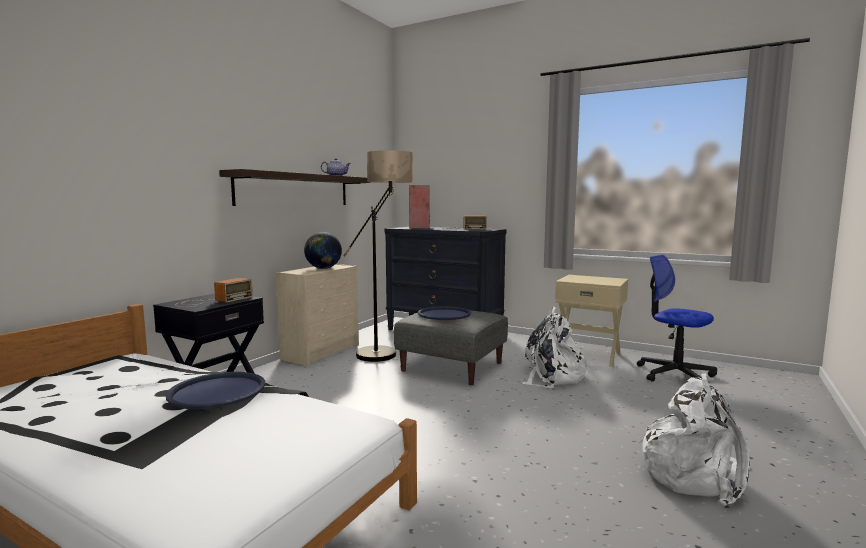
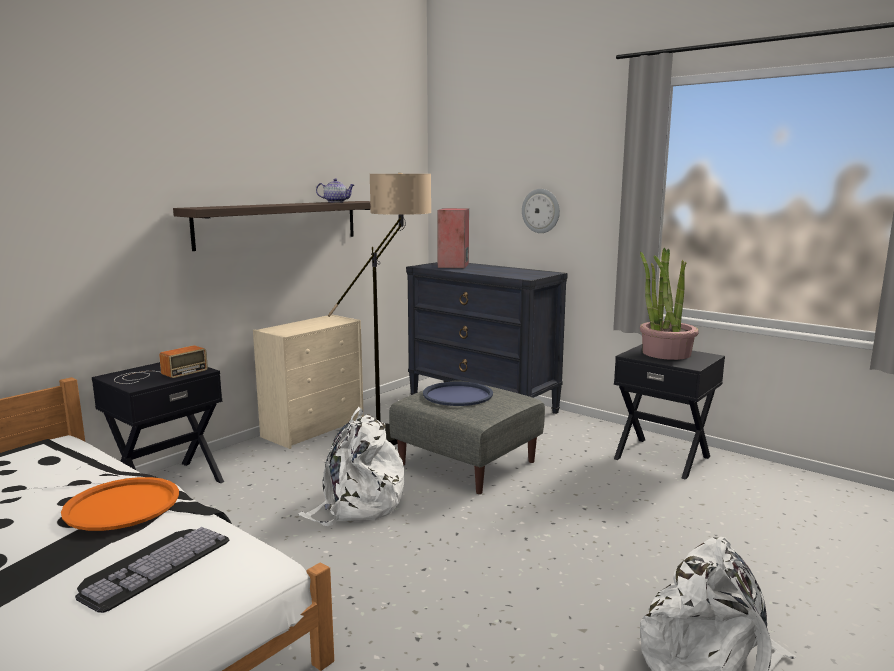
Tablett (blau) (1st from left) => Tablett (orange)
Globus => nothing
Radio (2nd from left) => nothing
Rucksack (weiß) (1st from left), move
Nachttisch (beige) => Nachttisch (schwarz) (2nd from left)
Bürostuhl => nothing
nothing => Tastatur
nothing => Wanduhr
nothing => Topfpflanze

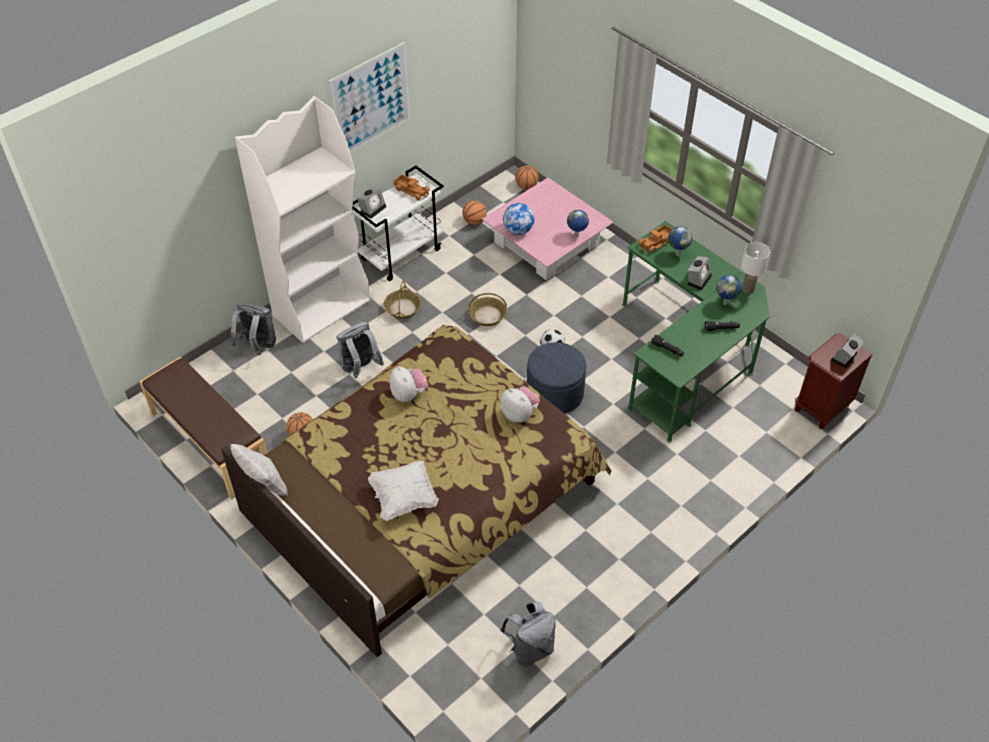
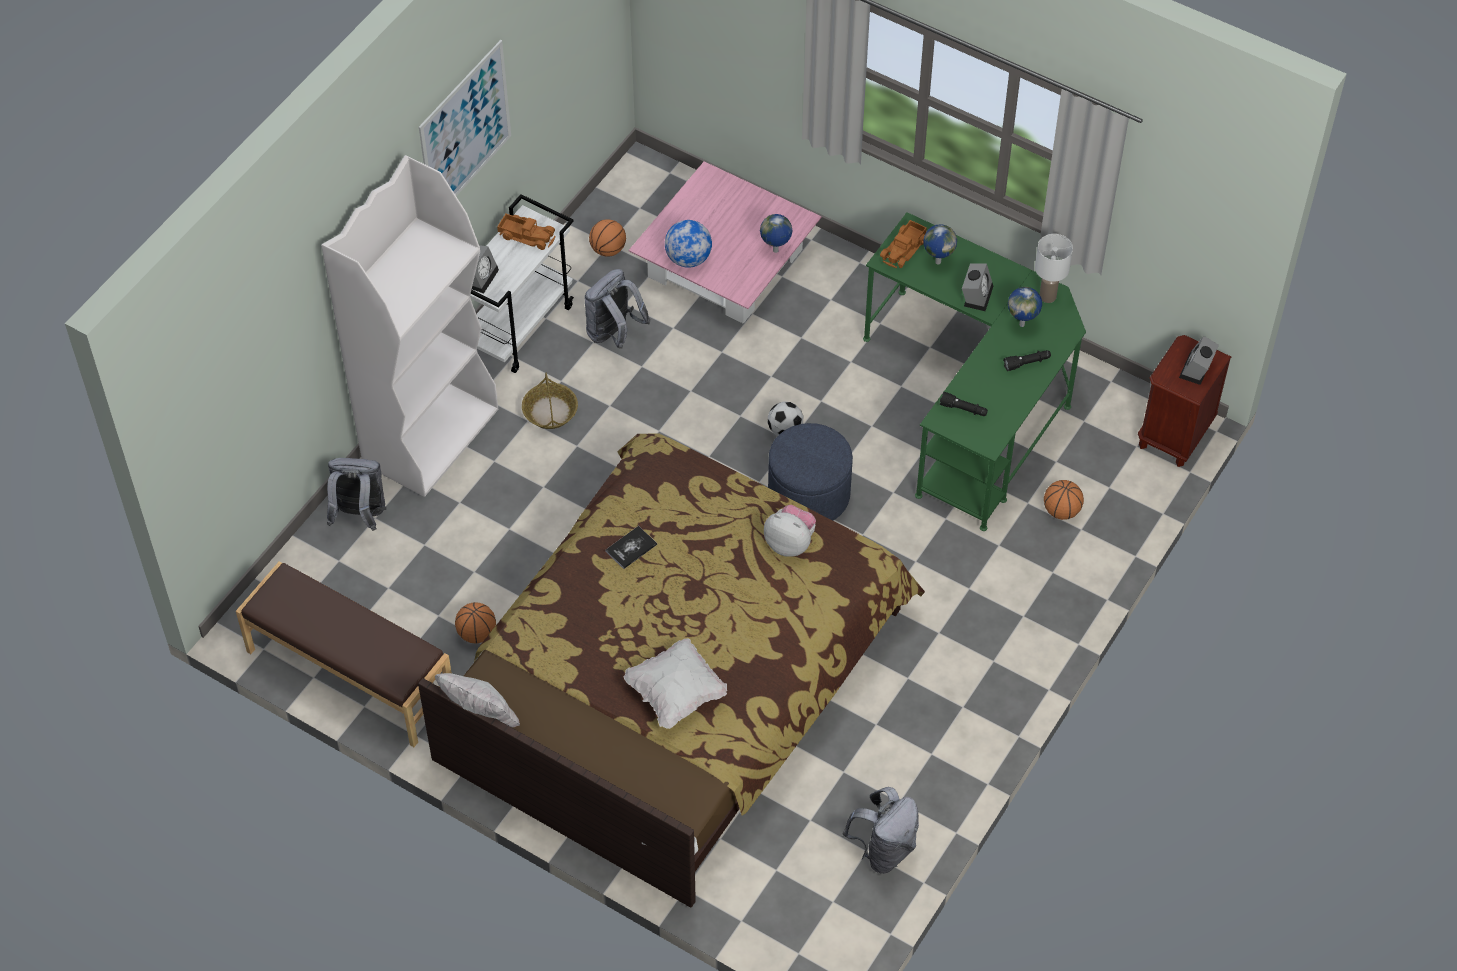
Rucksack (grau) (2nd from left), move
Plüschtier (1st from left) => Buch
Korb (2nd from left) => nothing
Basketball (3rd from left), move

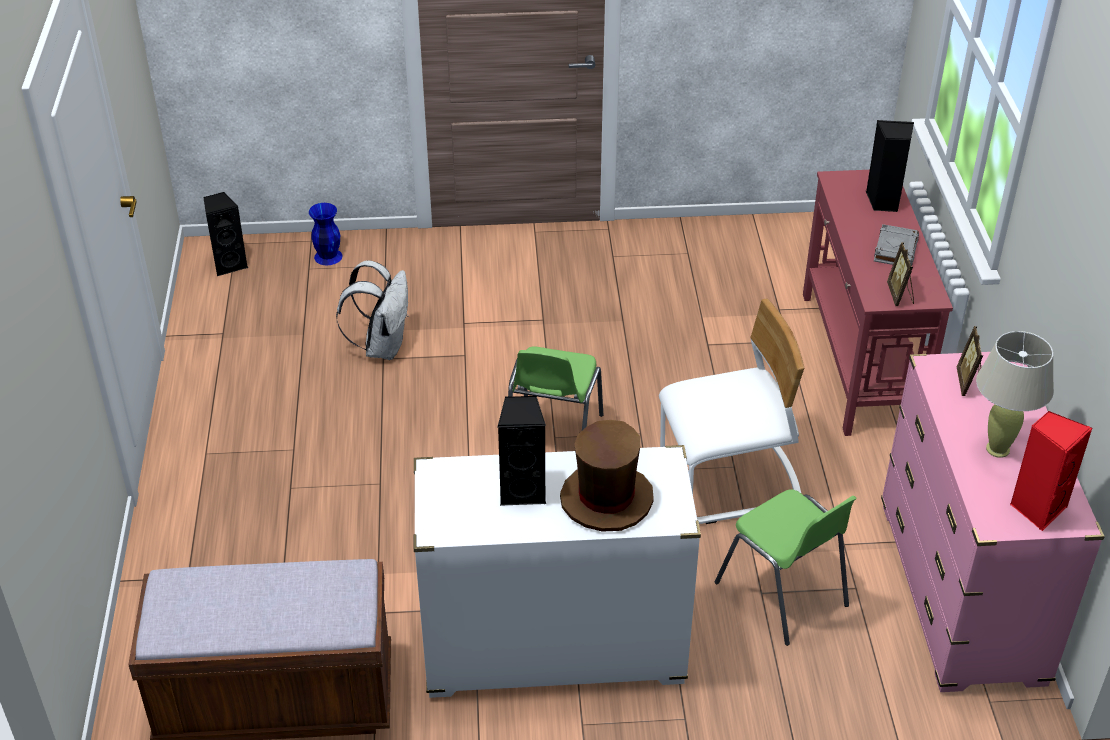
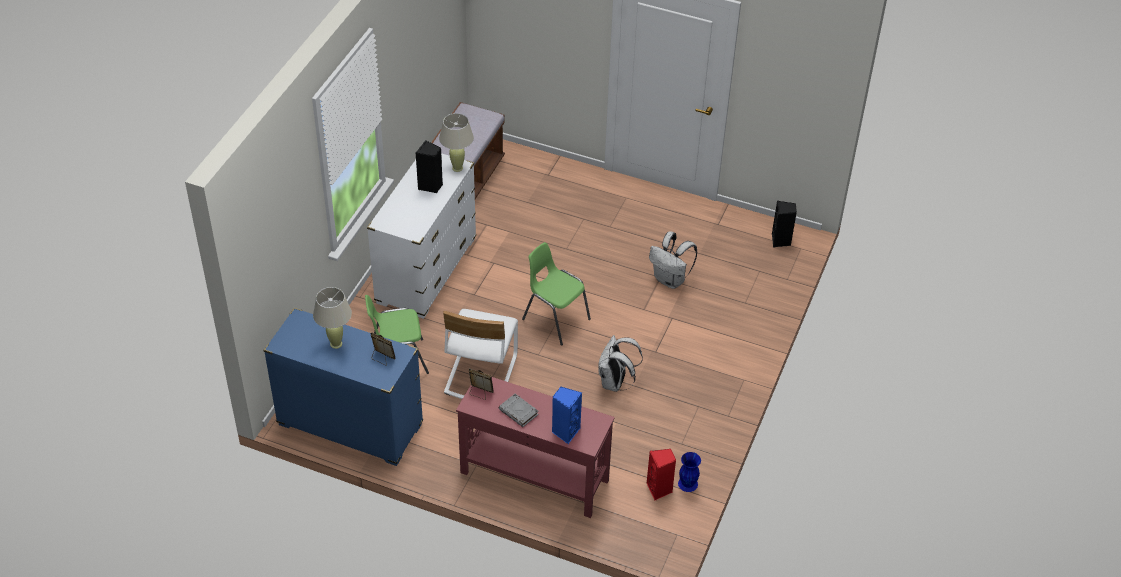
Vase (blau), move
Hut (braun) => nothing
Lautsprecher (schwarz) (3rd from left) => Lautsprecher (blau)
Kommode (rosa) => Kommode (blau)
Lautsprecher (rot), move
nothing => Tischlampe (beige) (2nd from left)
nothing => Rucksack (weiß) (1st from left)

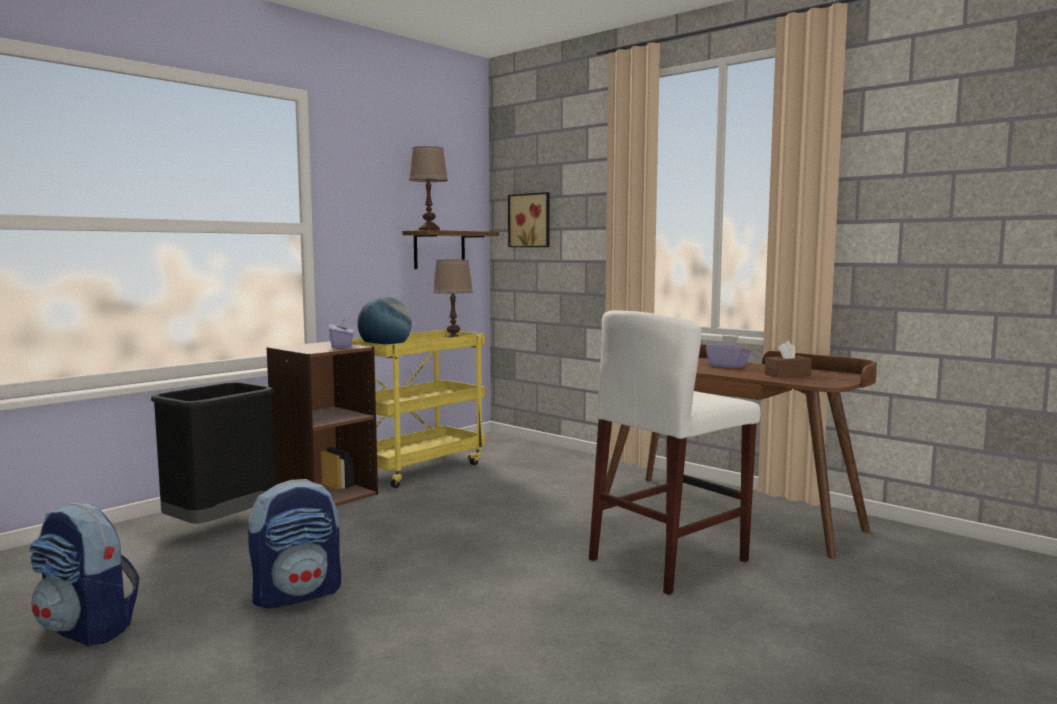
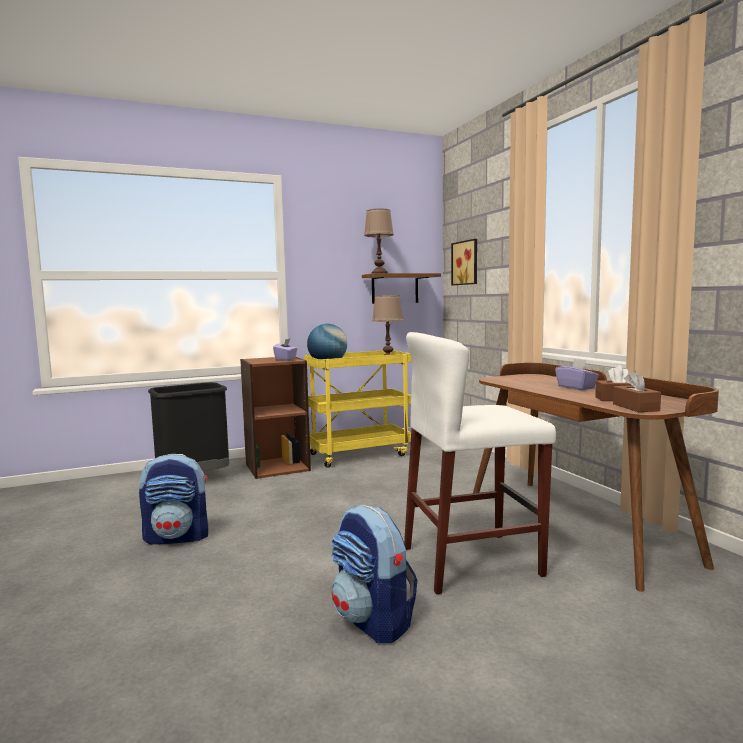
Rucksack (1st from left in the first image) => Rucksack (2nd from left), move
nothing => Taschentuchbox (braun) (2nd from left)

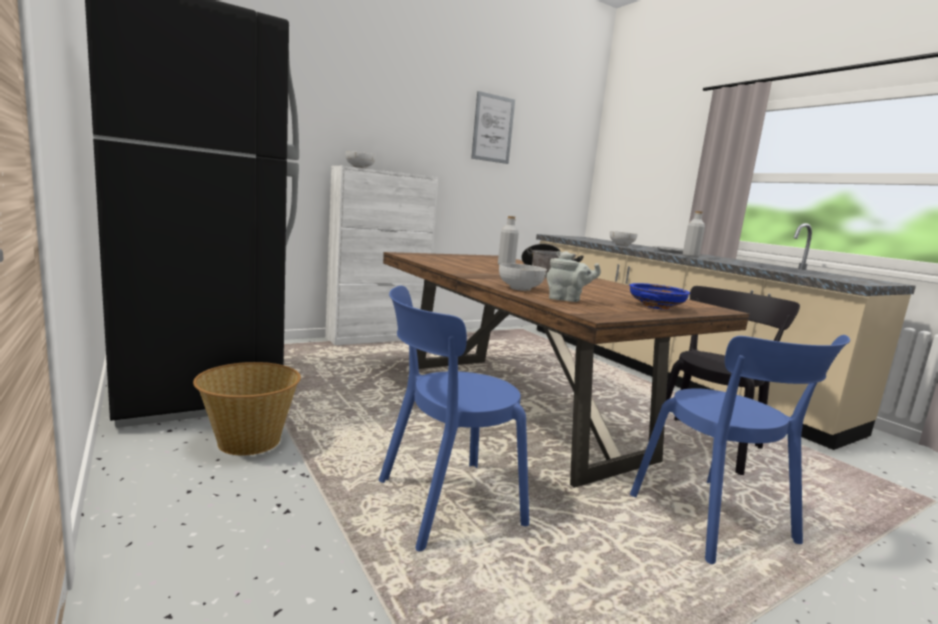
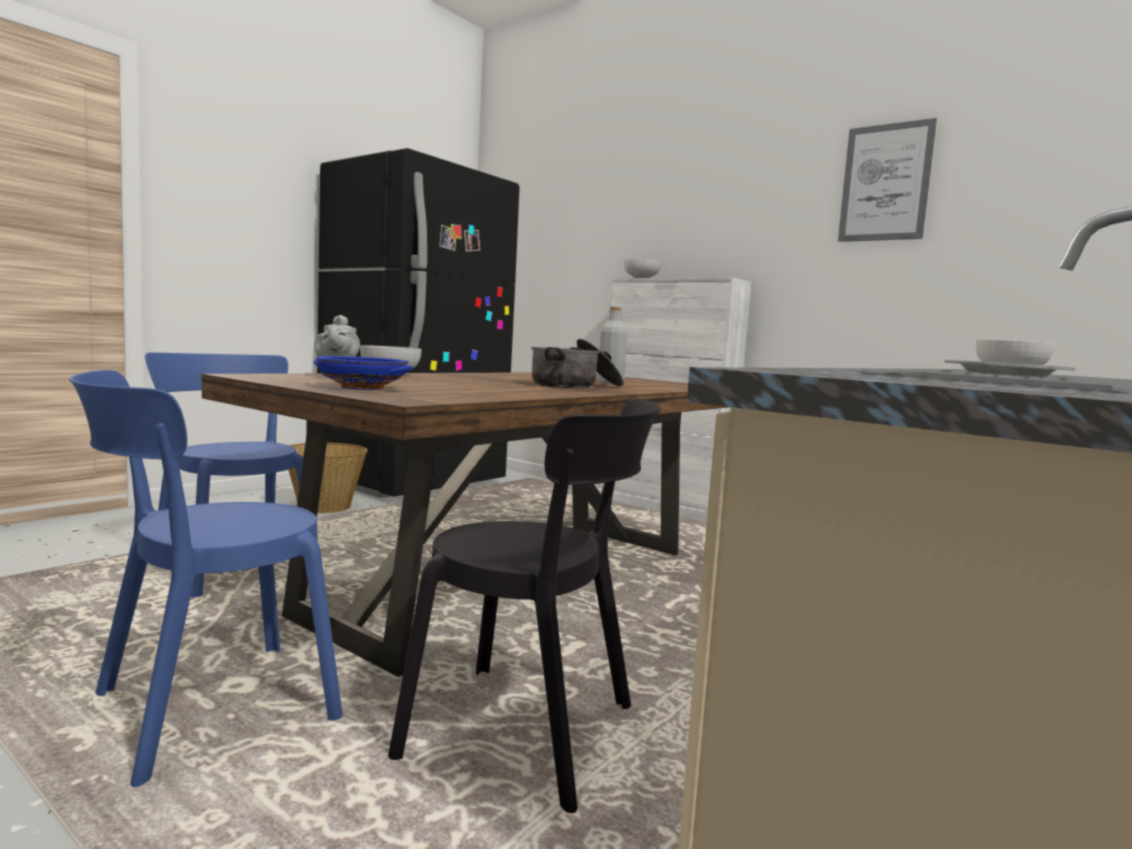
Flasche (grau) (2nd from left) => nothing

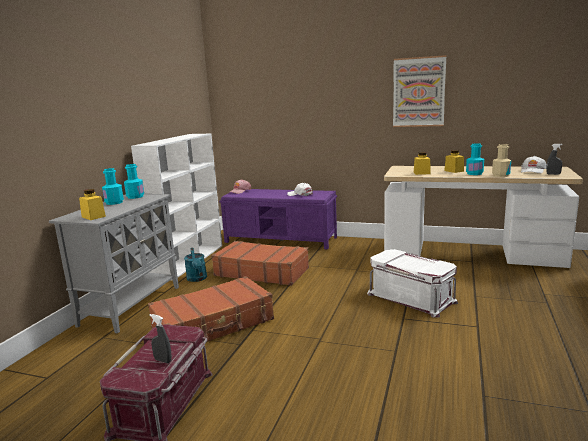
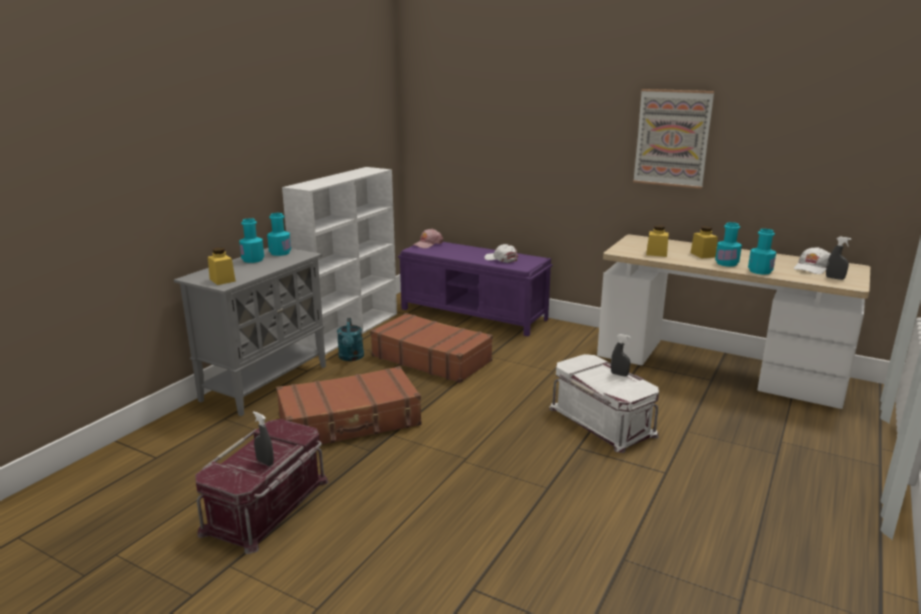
Flasche (beige) => Flasche (türkis) (4th from left)
nothing => Sprühflasche (grau) (2nd from left)

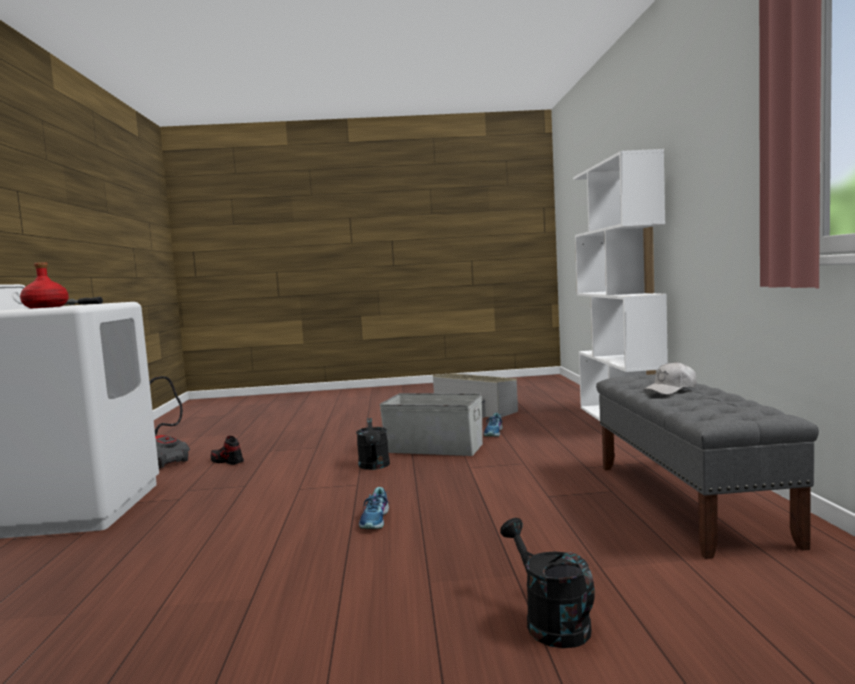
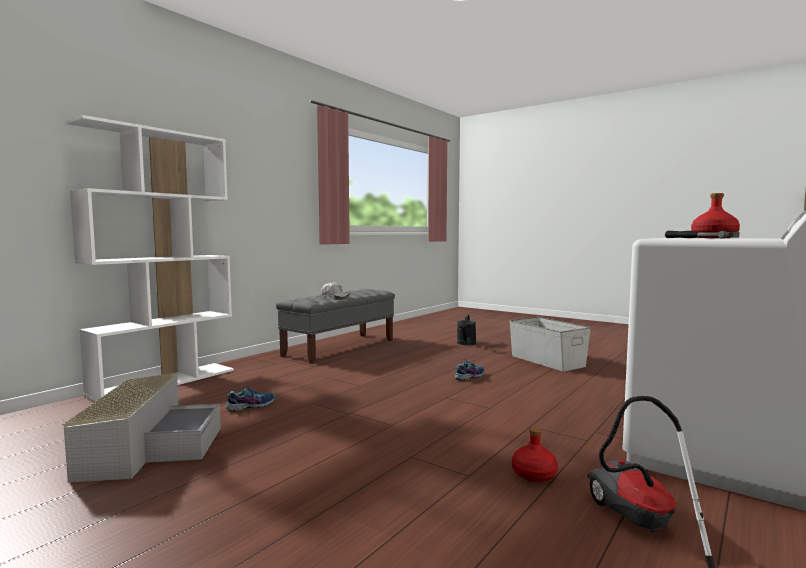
Schuh (1st from left) => Flasche (rot) (1st from left)
Gießkanne (schwarz) (1st from left) => nothing
Aufbewahrungsbox (grau) (1st from left in the first image) => Aufbewahrungsbox (grau) (2nd from left), move

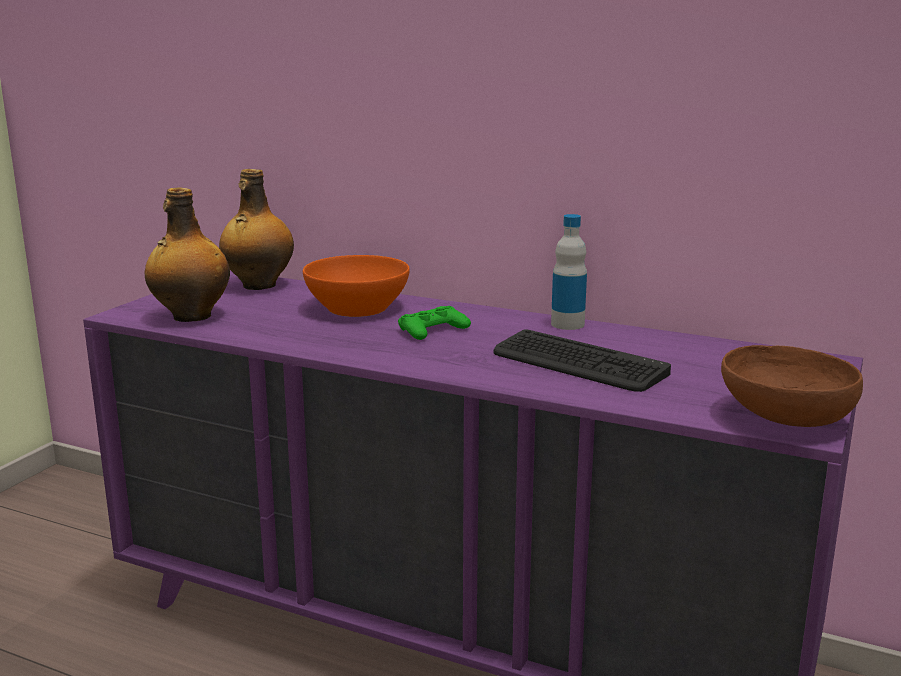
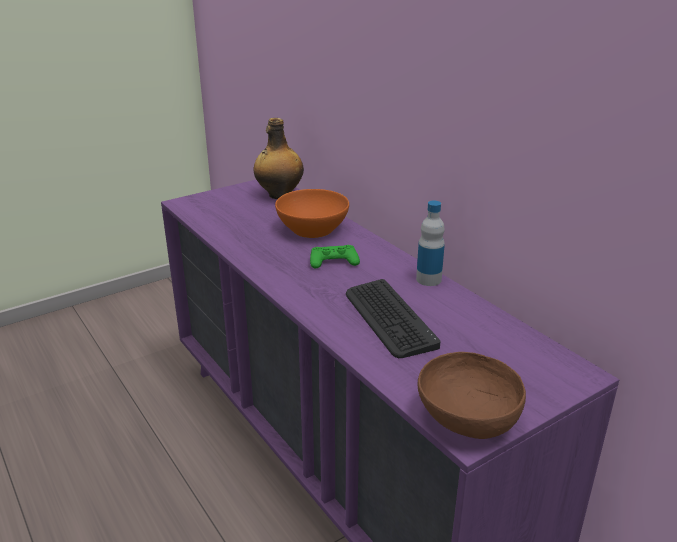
Flasche (1st from left) => nothing

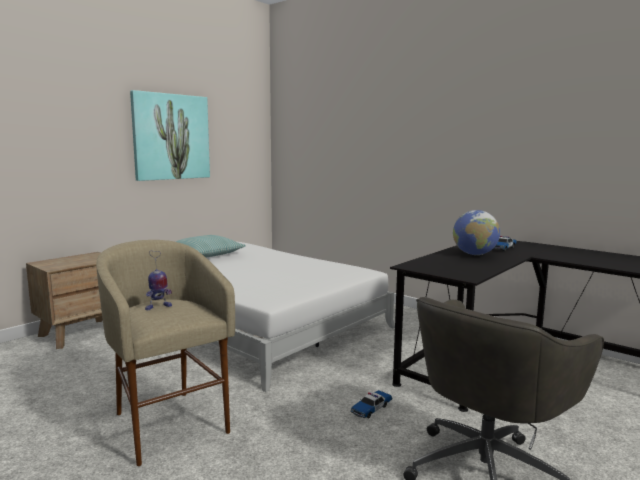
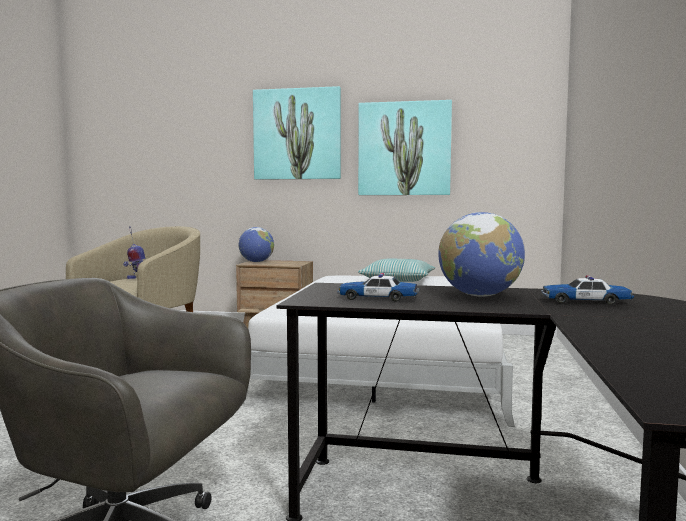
Spielzeugauto (1st from left), move
nothing => Globus (1st from left)
nothing => Bild (1st from left)

